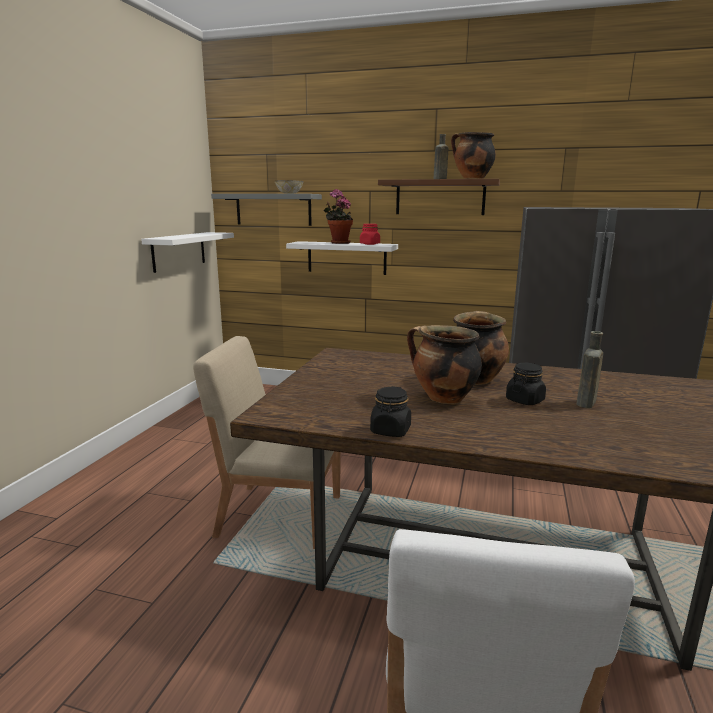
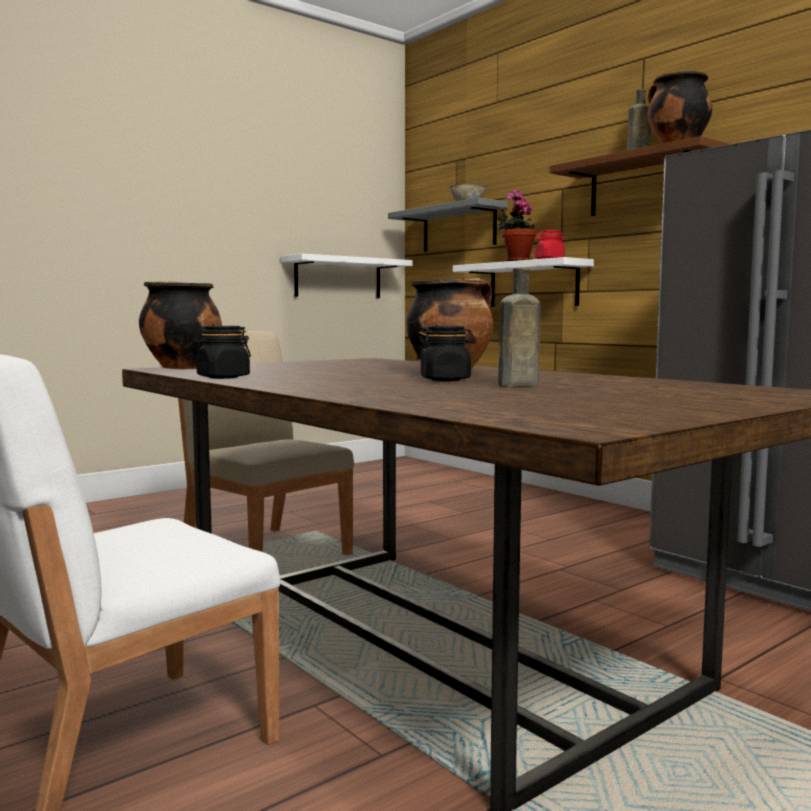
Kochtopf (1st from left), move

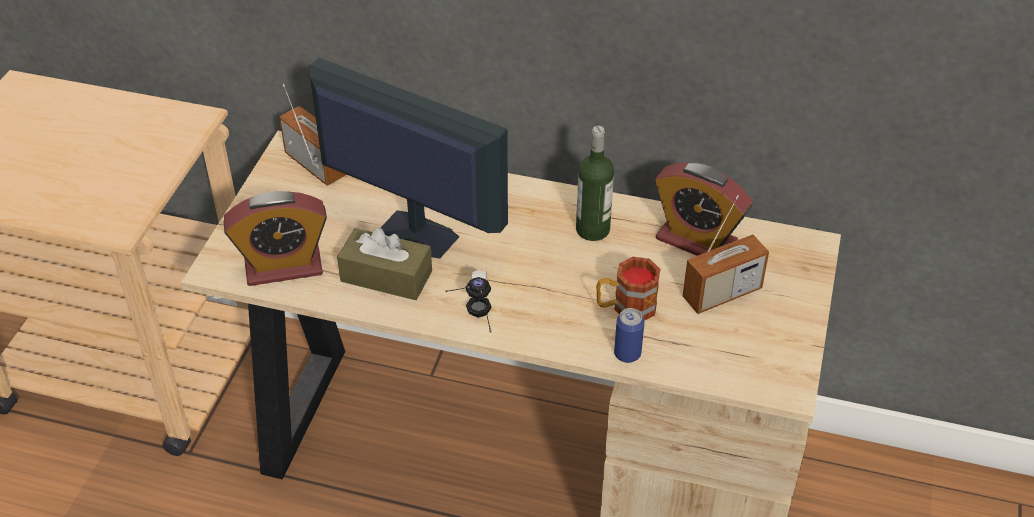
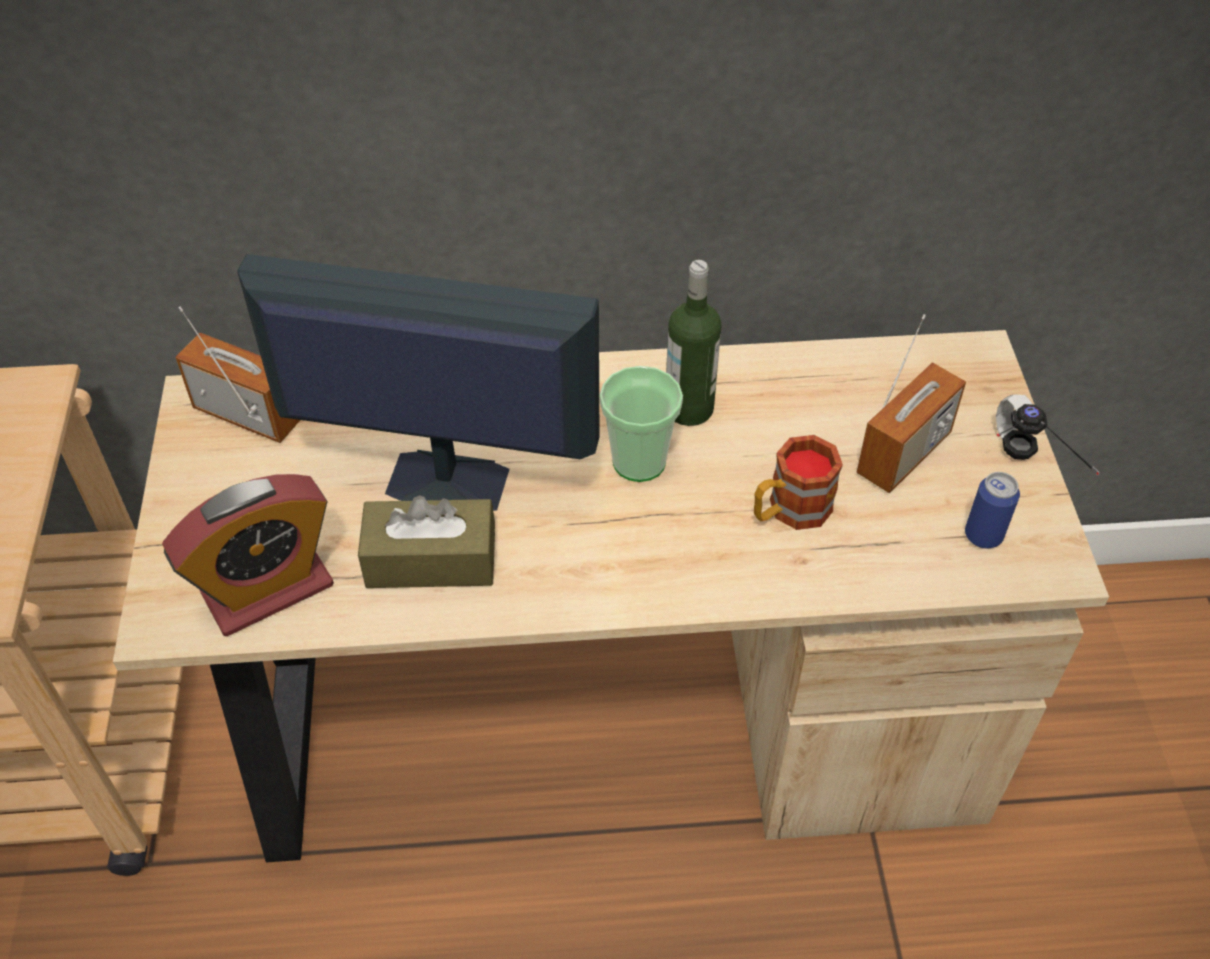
Kopfhörer, move
Dose, move
Wecker (2nd from left) => nothing
nothing => Tasse

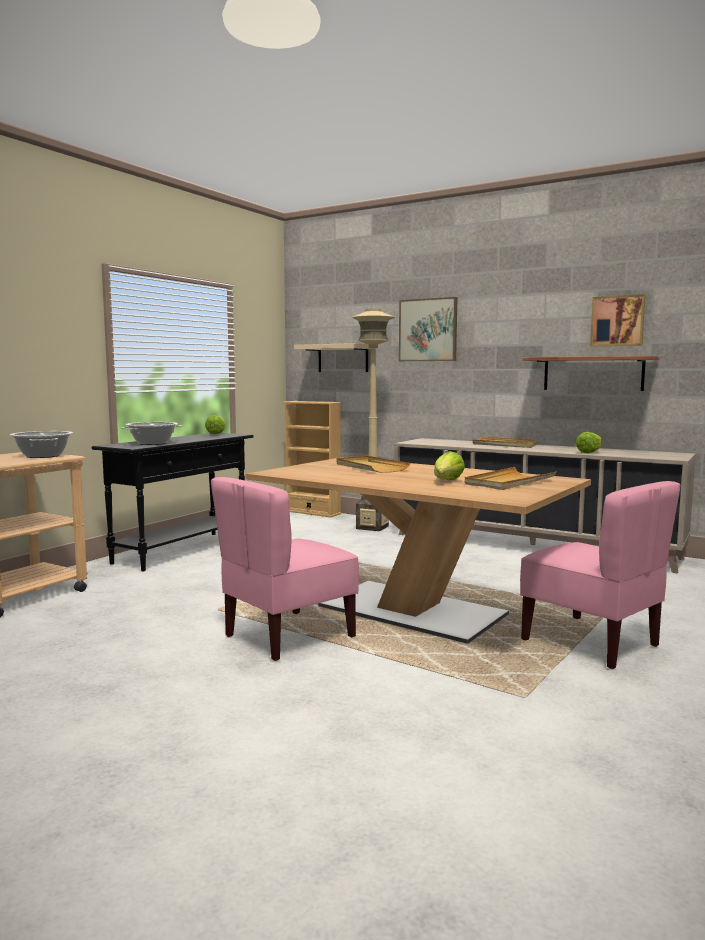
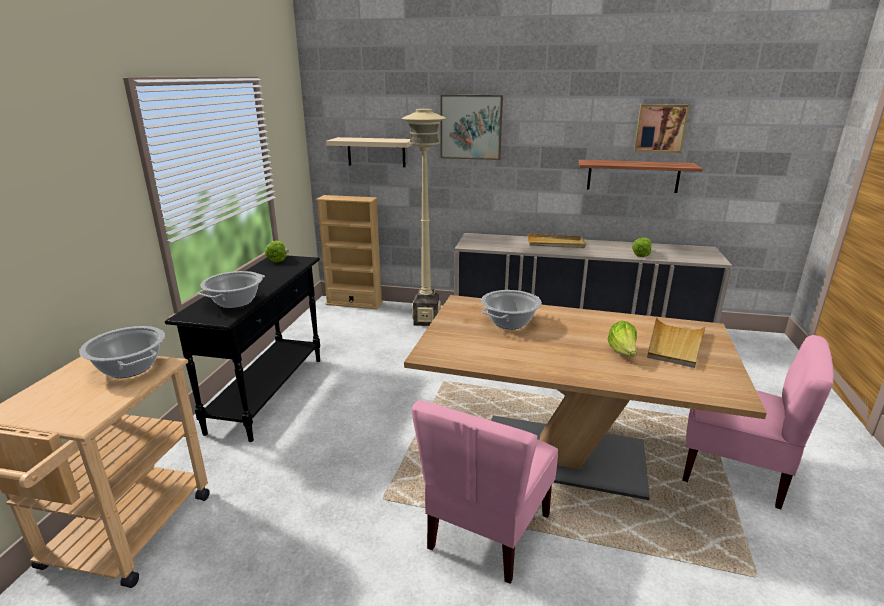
Tablett (beige) (1st from left) => Kochtopf (3rd from left)

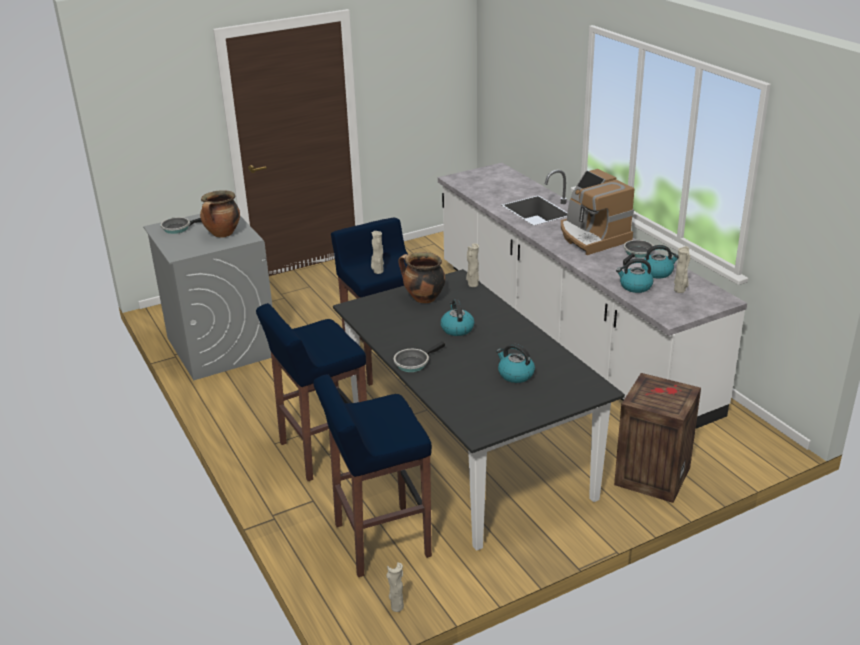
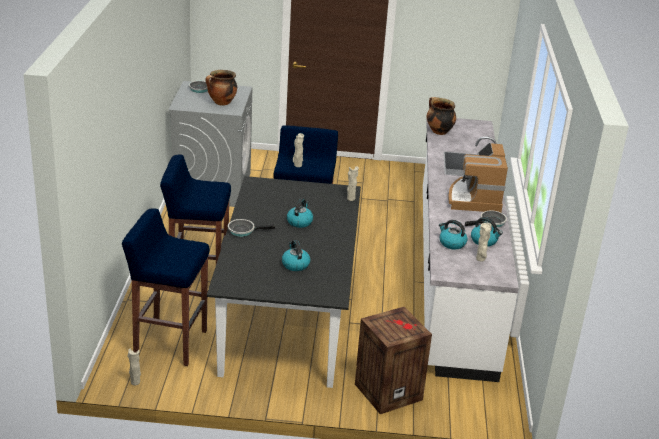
Kochtopf (2nd from left), move

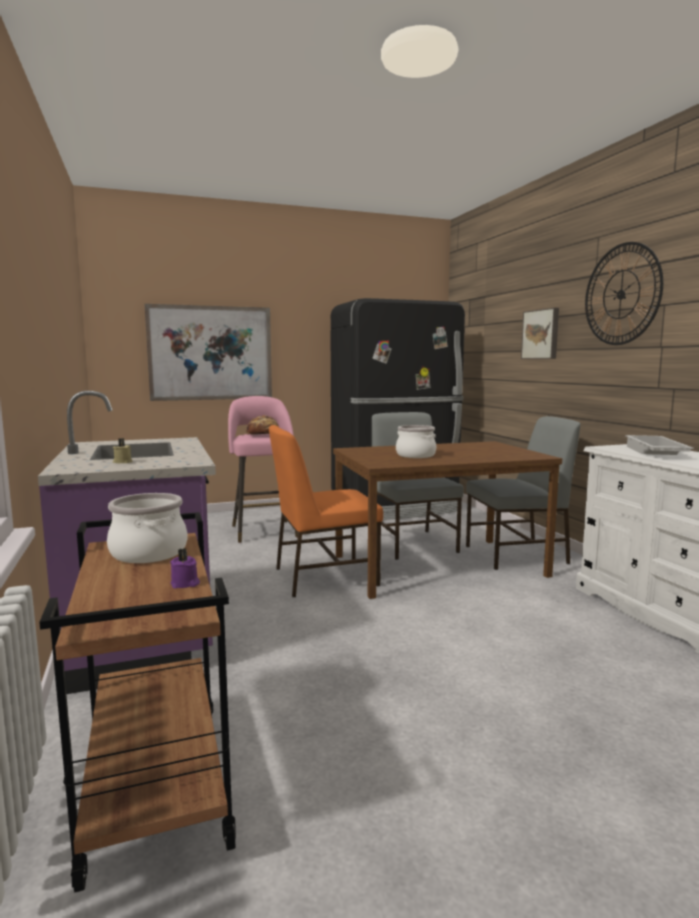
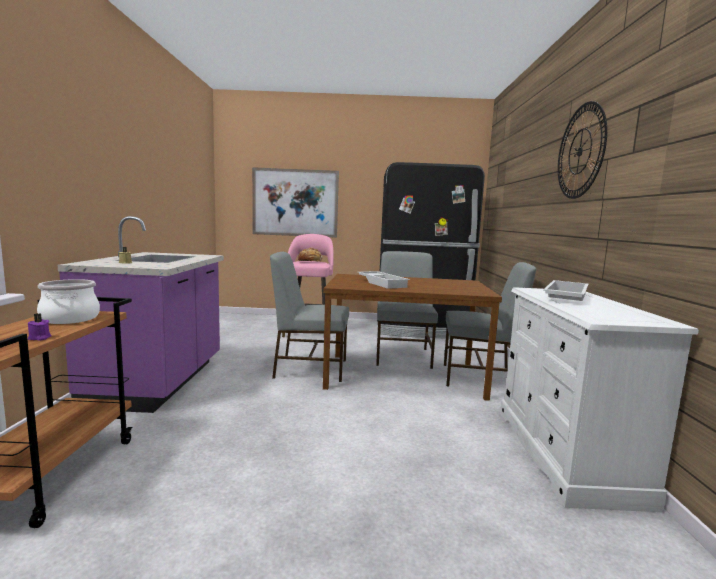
Stuhl (orange) => Stuhl (grau) (1st from left)
Kochtopf (2nd from left) => Tablett (weiß) (1st from left)
Bild (2nd from left) => nothing

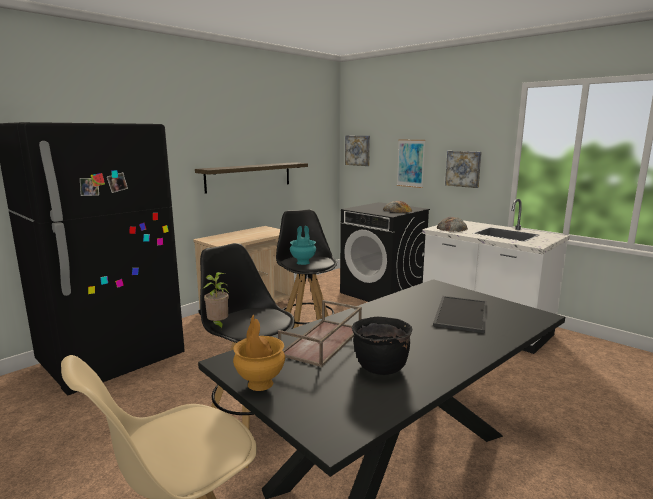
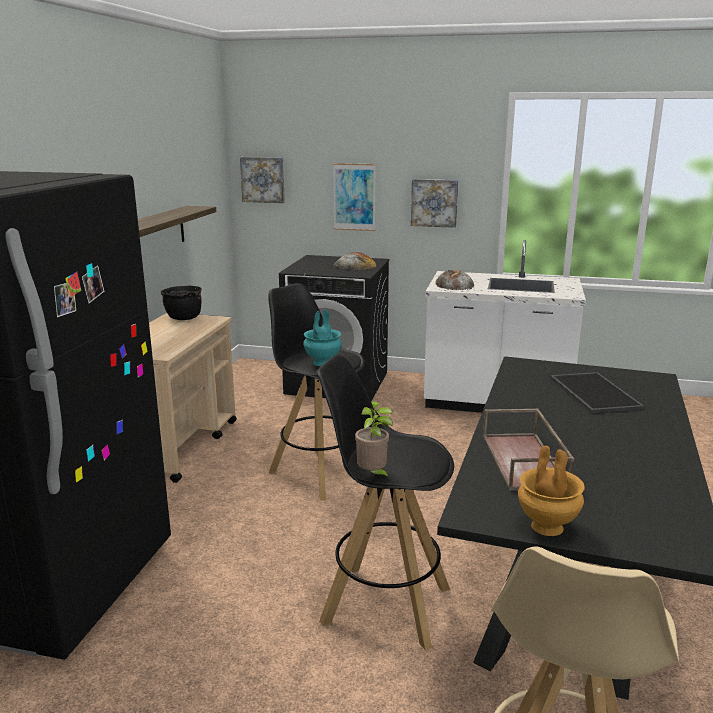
Kochtopf (schwarz), move

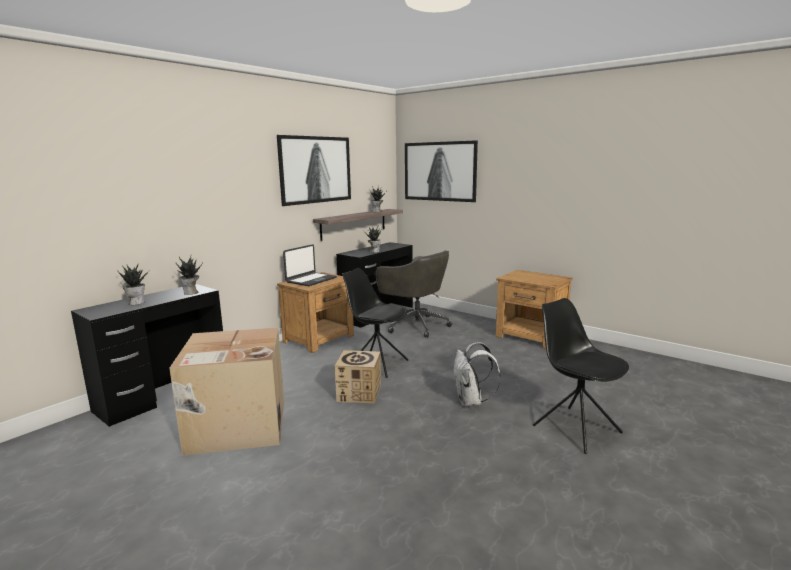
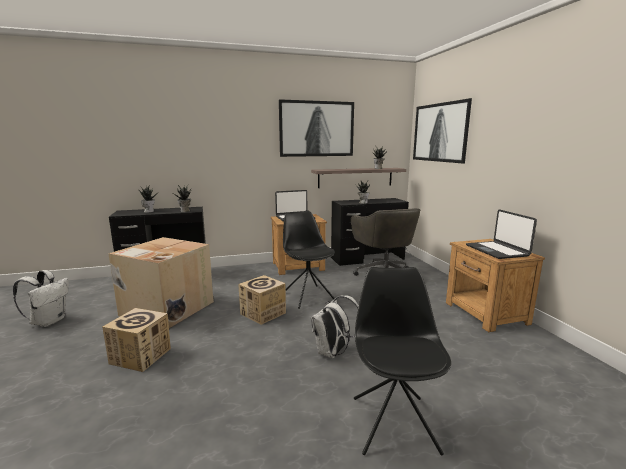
nothing => Rucksack (weiß) (1st from left)
nothing => Karton (1st from left)
nothing => Laptop (2nd from left)

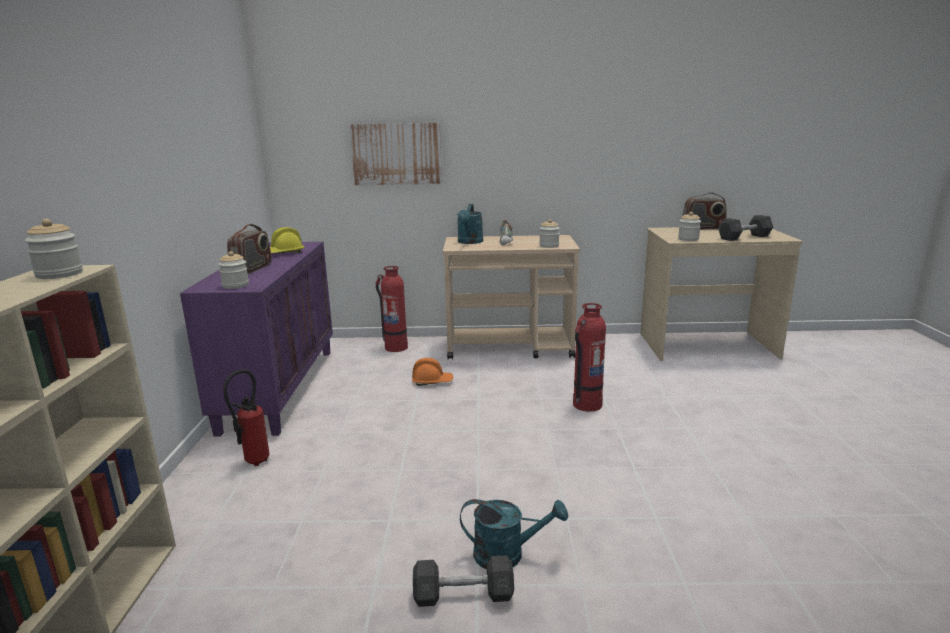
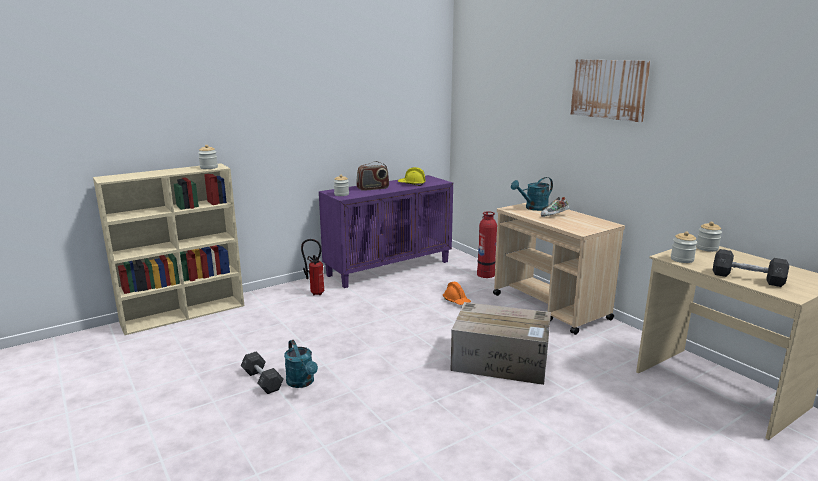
Bild, move
Vorratsglas (3rd from left in the first image) => Vorratsglas (4th from left), move
Feuerlöscher (3rd from left) => Karton
Radio (2nd from left) => nothing

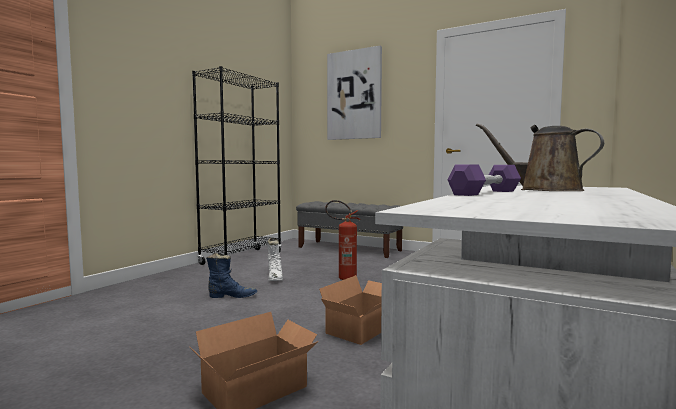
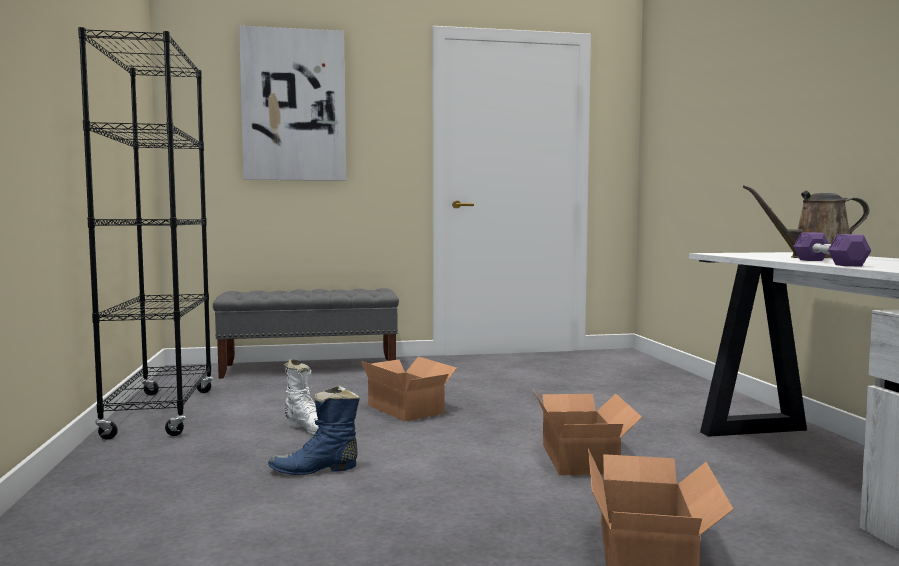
Stiefel (blau), 150 degrees counterclockwise
Feuerlöscher => Karton (1st from left)

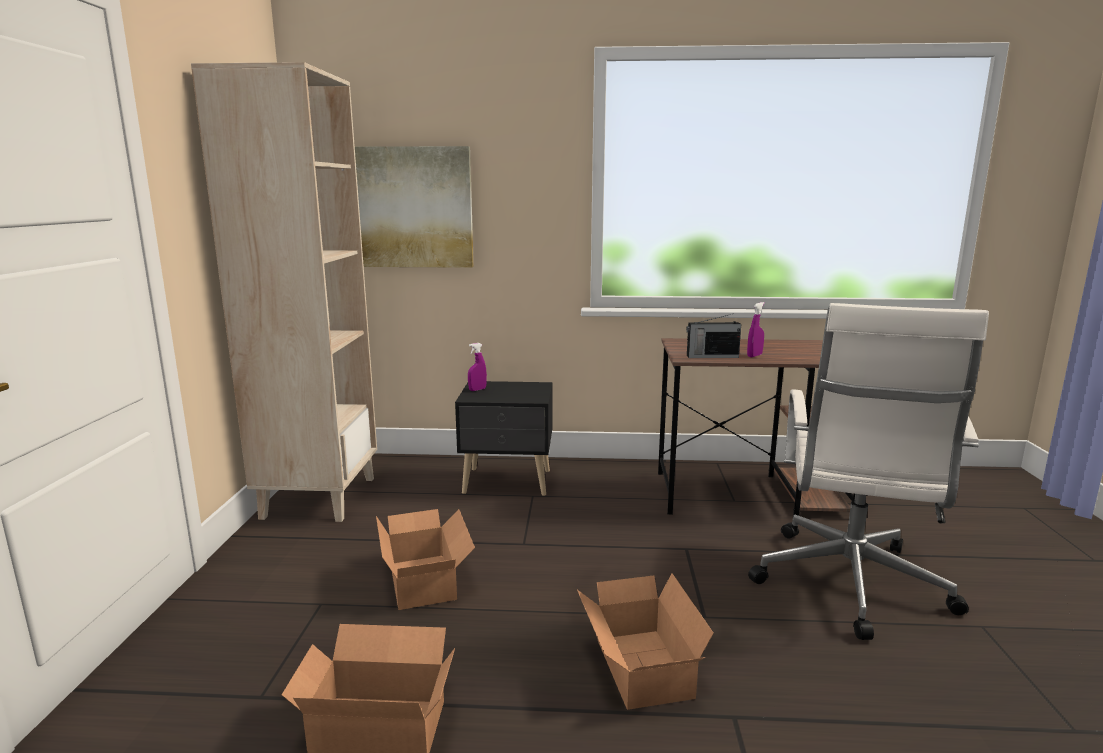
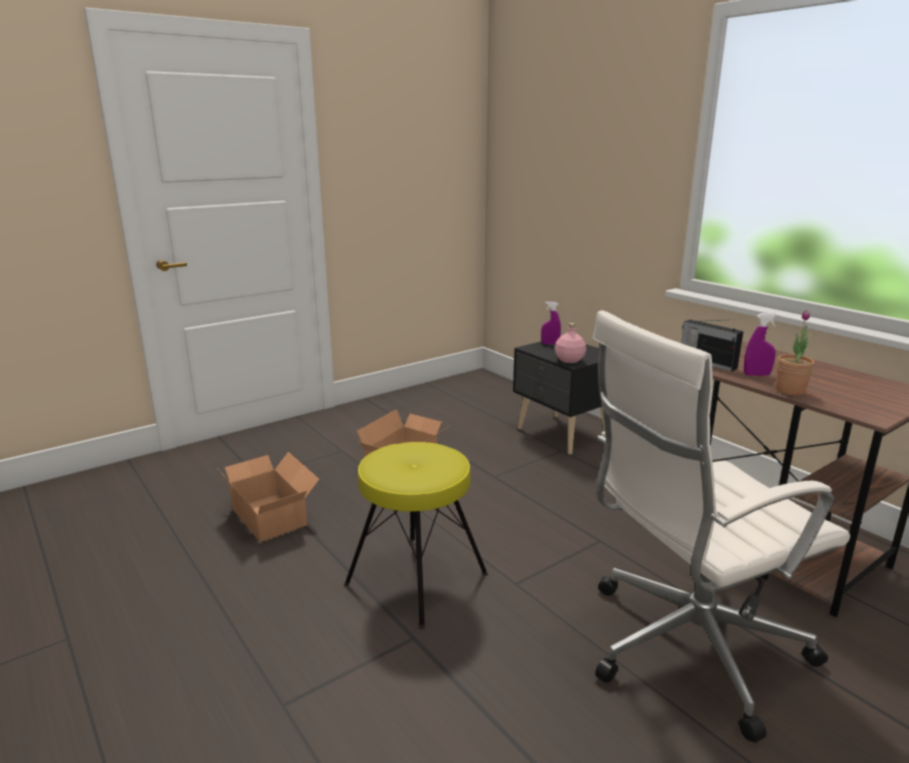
Bücherregal (beige) => nothing
Bild => nothing
Karton (3rd from left) => Hocker (gelb)
nothing => Flasche (rosa)
nothing => Topfpflanze

